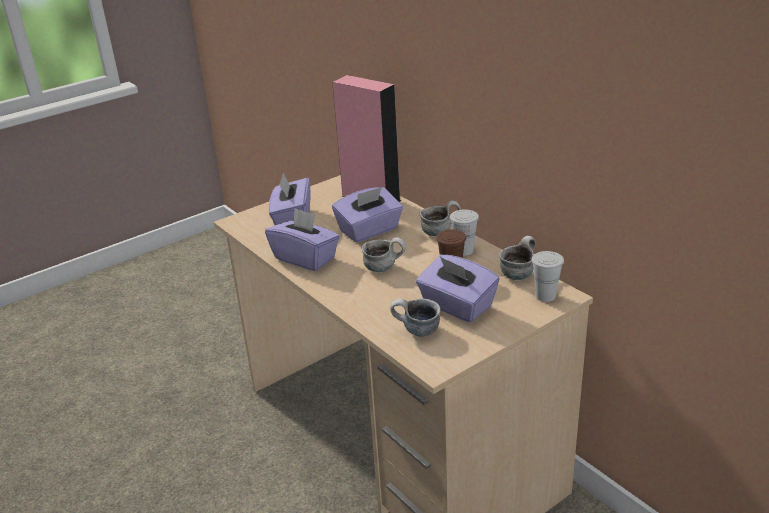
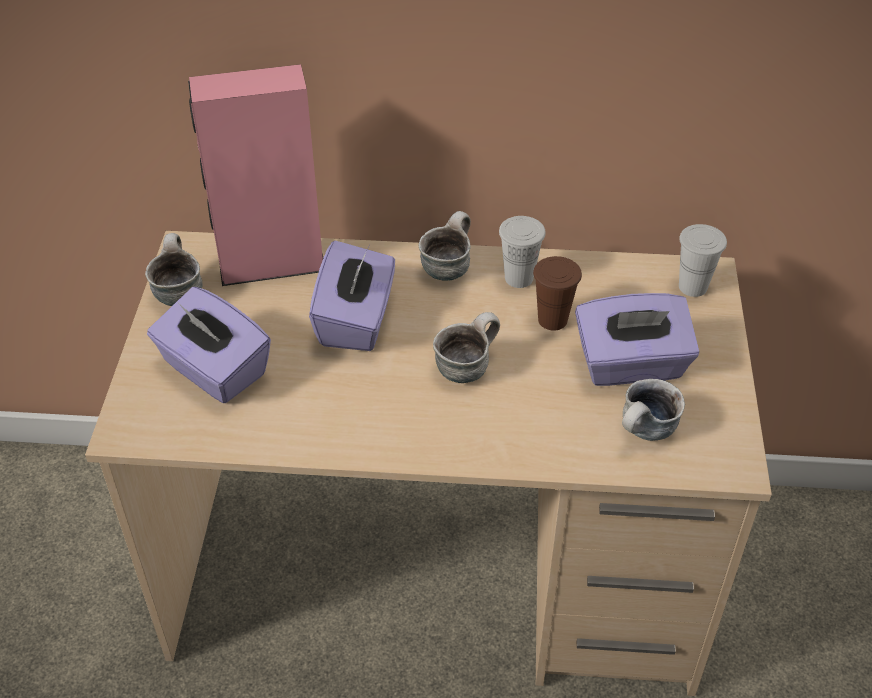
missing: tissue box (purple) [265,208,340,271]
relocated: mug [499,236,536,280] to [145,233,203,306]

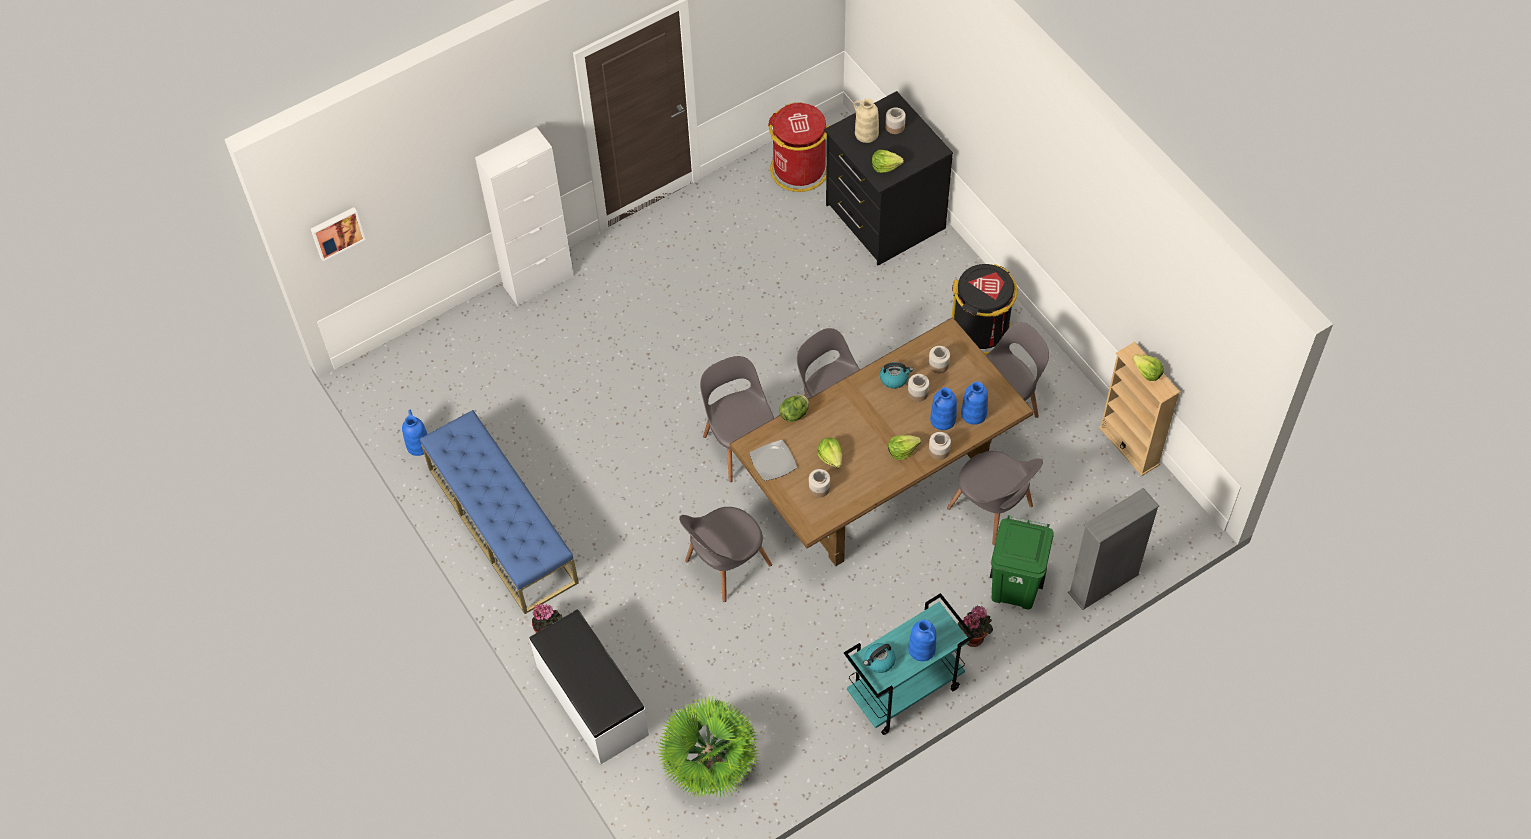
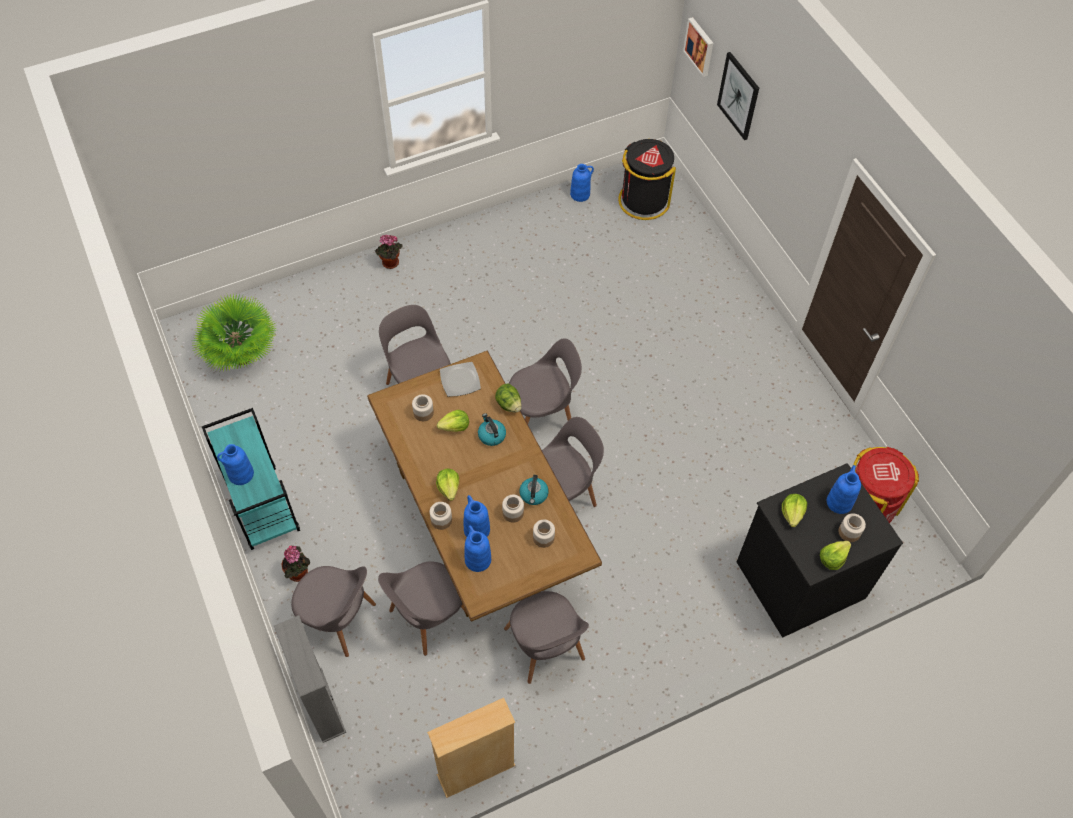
missing: cabinet (white) [475,127,574,306]; bench (blue) [420,410,579,614]; bench (white) [529,610,649,764]
appeared: picture [717,52,759,140]
relocated: trash can (black) [952,264,1017,355] to [618,139,676,220]; lettuce [1132,355,1164,381] to [820,541,851,570]; kettle [863,643,895,673] to [478,413,506,446]
exchanged: trash can (green) [990,515,1054,610] to chair (grey) [291,566,376,657]
colour: vase (beige) [853,99,879,143] to vase (blue) [827,465,861,514]

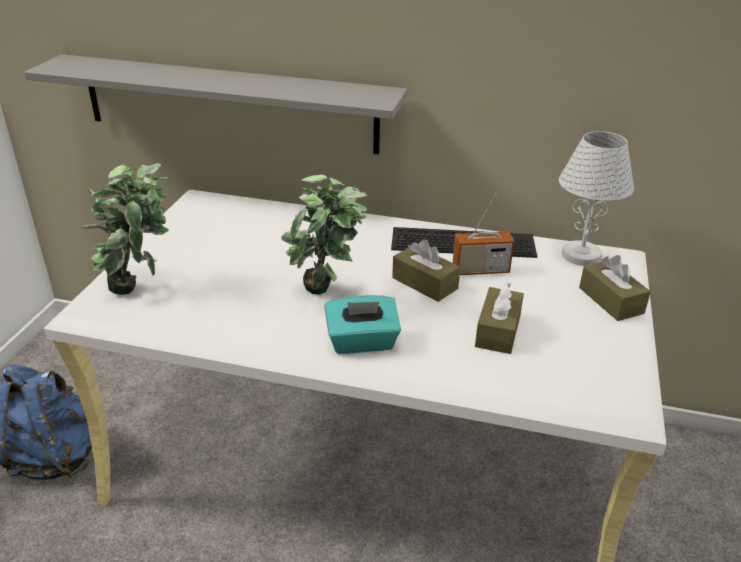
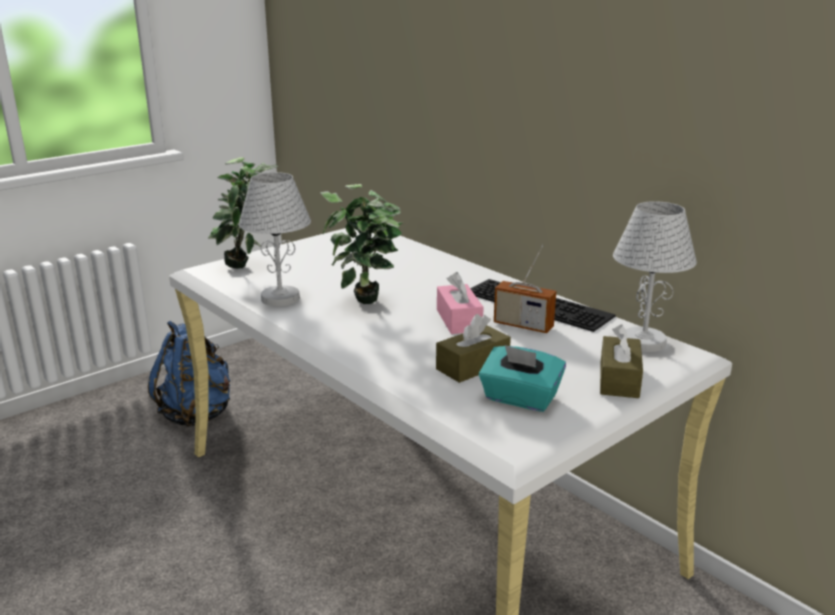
missing: shelf (grey) [24,54,407,155]
appeared: table lamp (white) [239,172,311,306]
relocated: tissue box (turquoise) [324,295,401,354] to [479,345,566,412]
colour: tissue box (brown) [392,239,460,302] to tissue box (pink) [437,272,484,334]

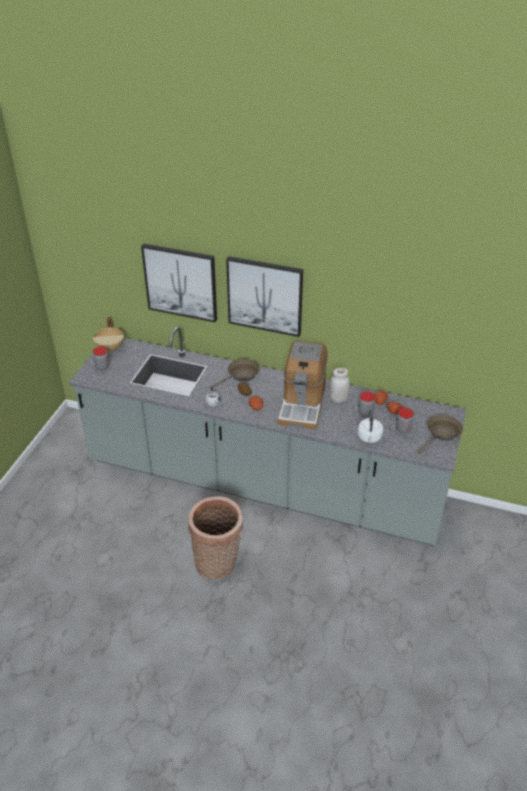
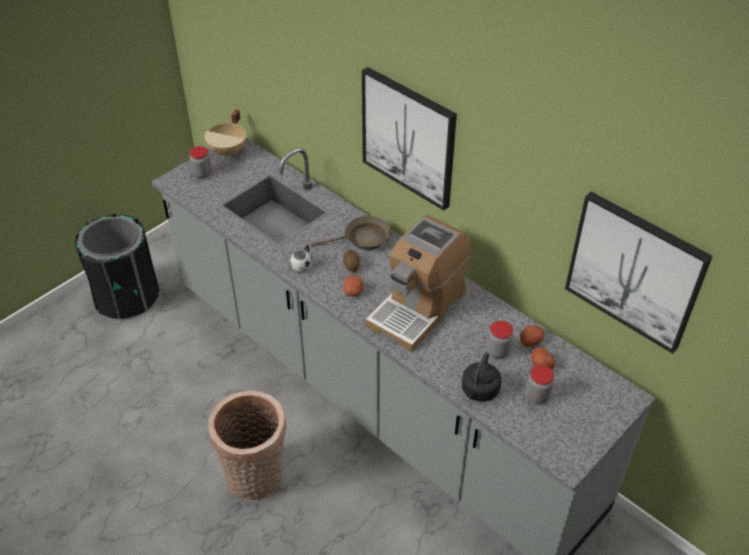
missing: jar (white) [329,368,350,403]; frying pan (brown) [418,415,463,454]
appeared: trash can (black) [74,214,160,319]
relocated: picture [141,244,217,322] to [565,192,713,354]
colour: kettle (white) [357,410,383,443] to kettle (black) [462,352,502,402]

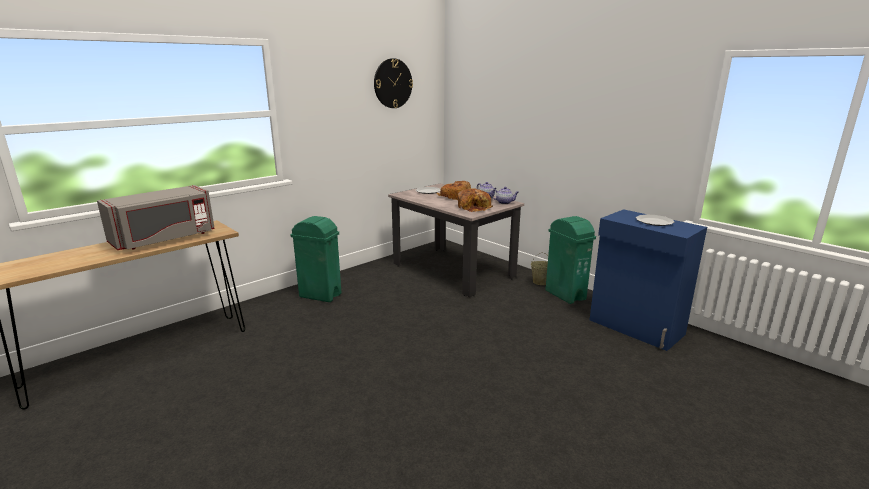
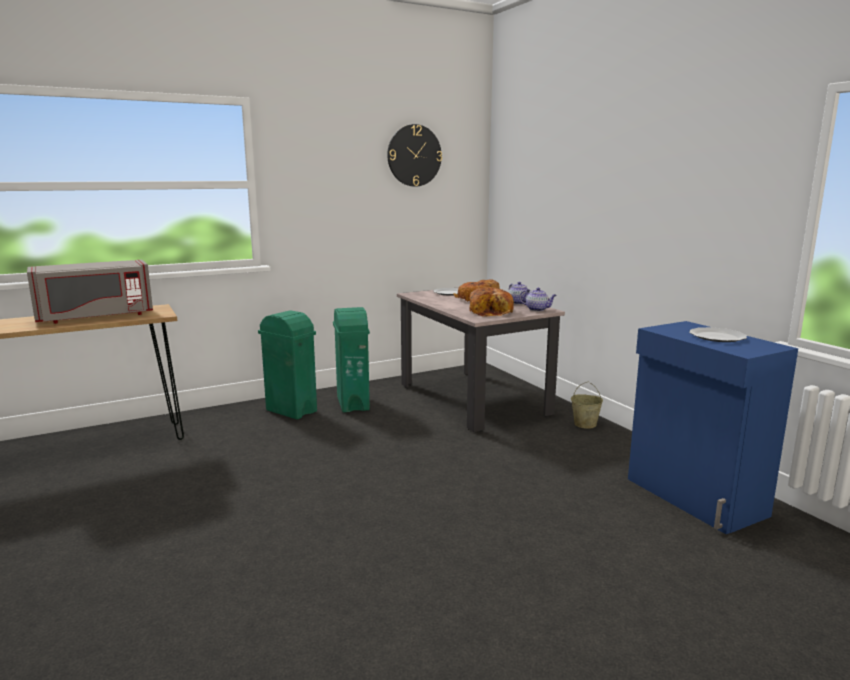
relocated: trash can (green) [546,216,596,304] to [333,307,370,412]

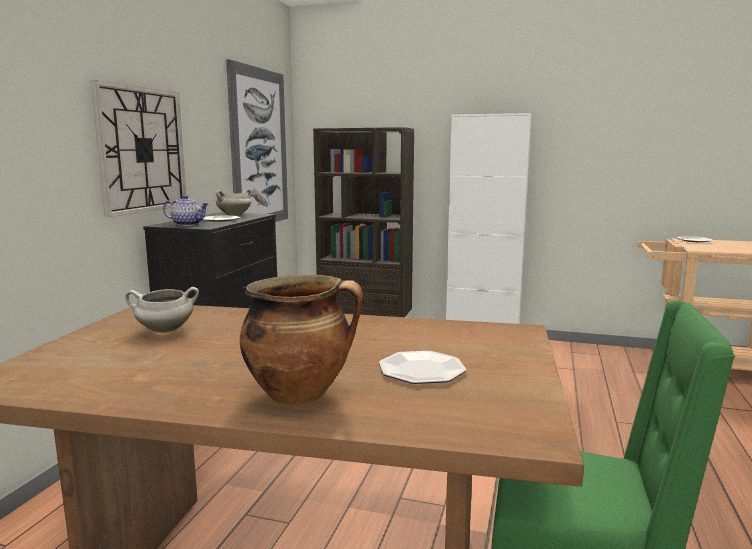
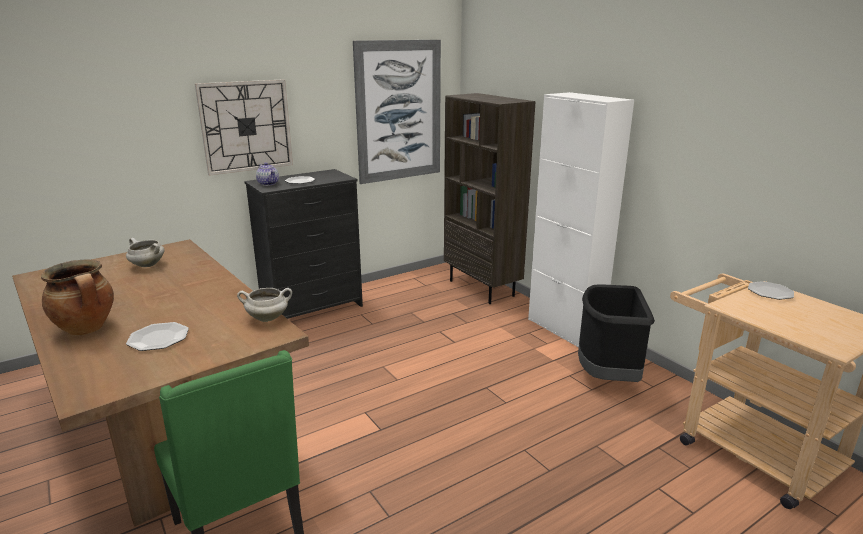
appeared: trash can (black) [578,284,655,382]
relocated: cooking pot (white) [216,189,251,216] to [237,288,292,322]

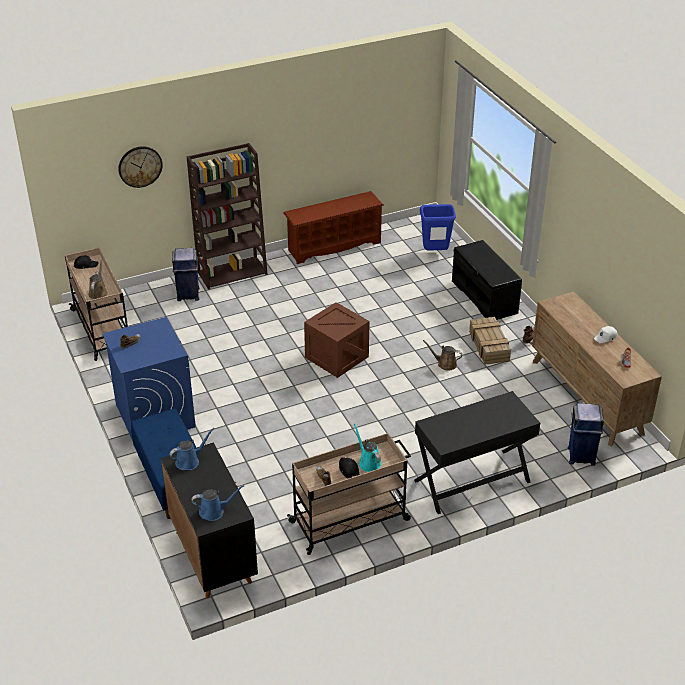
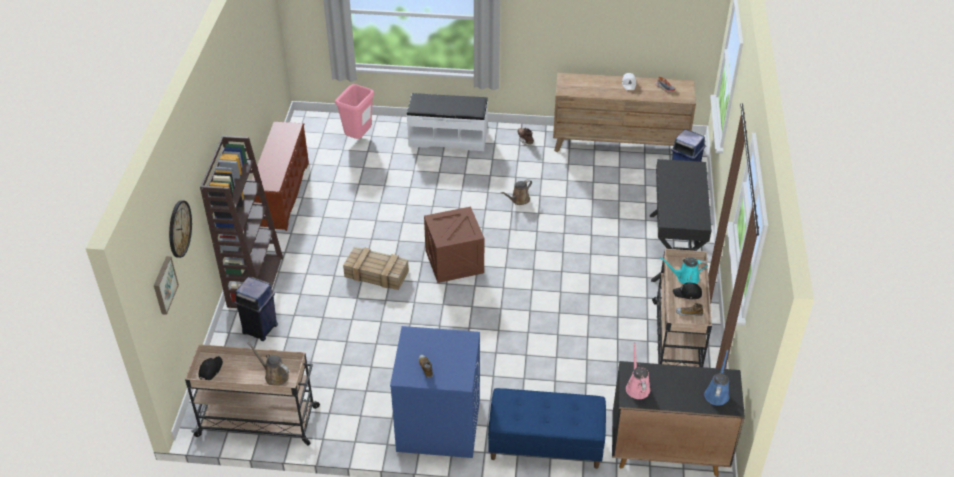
appeared: picture [154,256,179,315]
relocated: crate [469,317,511,365] to [343,247,409,290]
colour: trash can (blue) [420,204,456,251] to trash can (pink) [335,84,374,139]; bench (black) [452,240,522,320] to bench (white) [406,93,488,151]; watering can (blue) [169,428,214,470] to watering can (pink) [626,342,650,399]

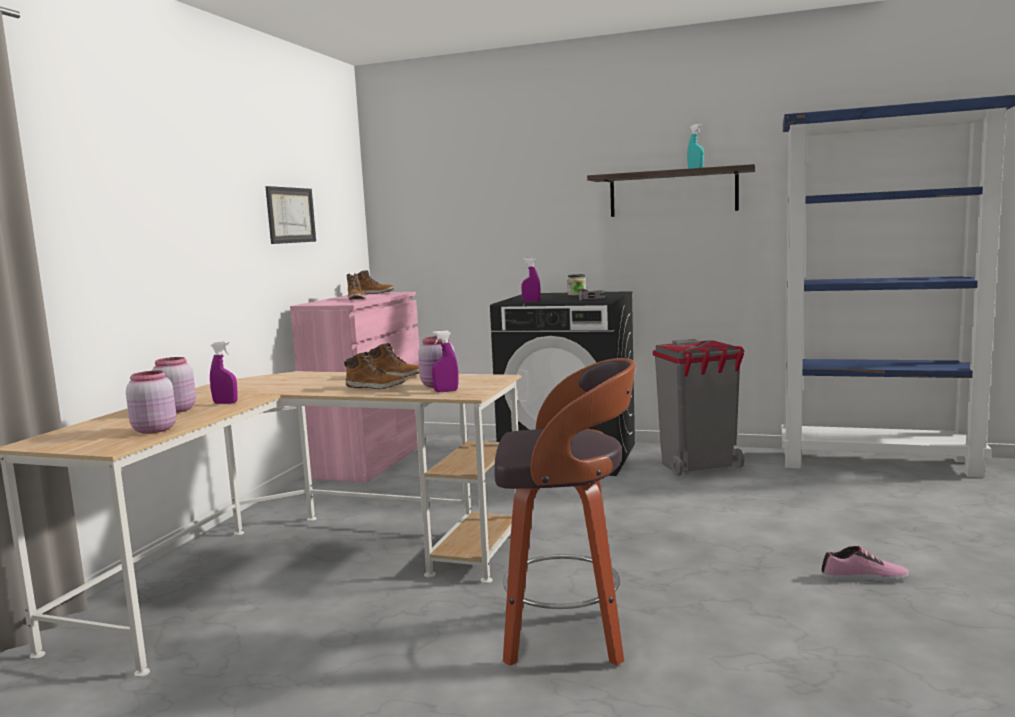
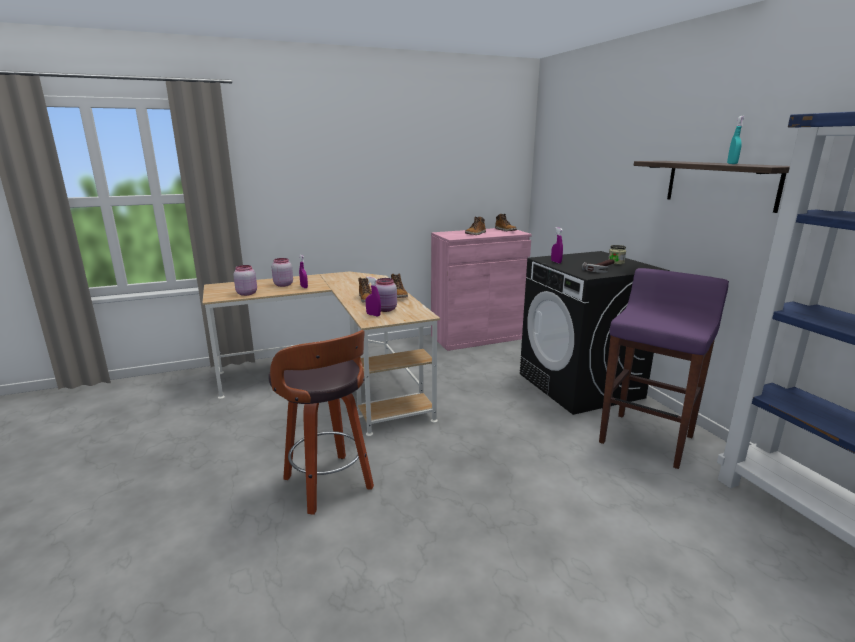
missing: picture [265,186,316,244]; shoe [821,546,909,582]
exchanged: trash can (grey) [653,339,745,476] to stool (purple) [599,268,729,469]

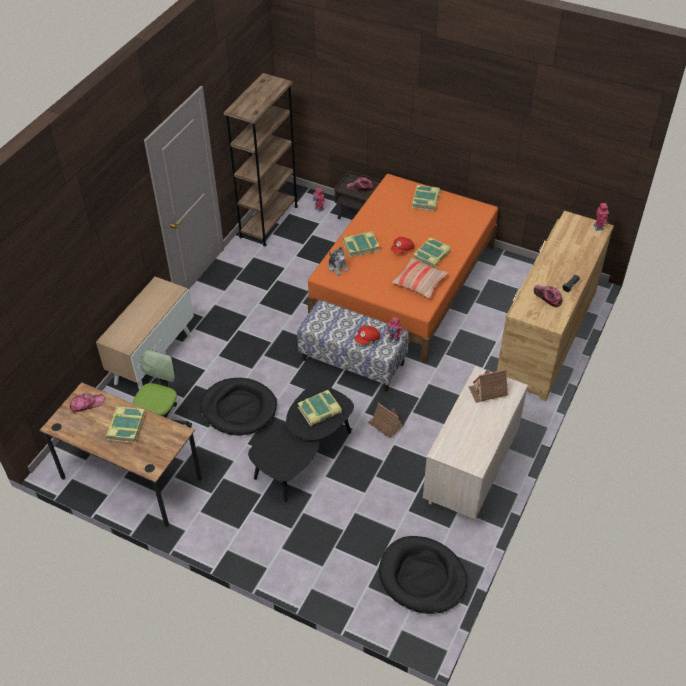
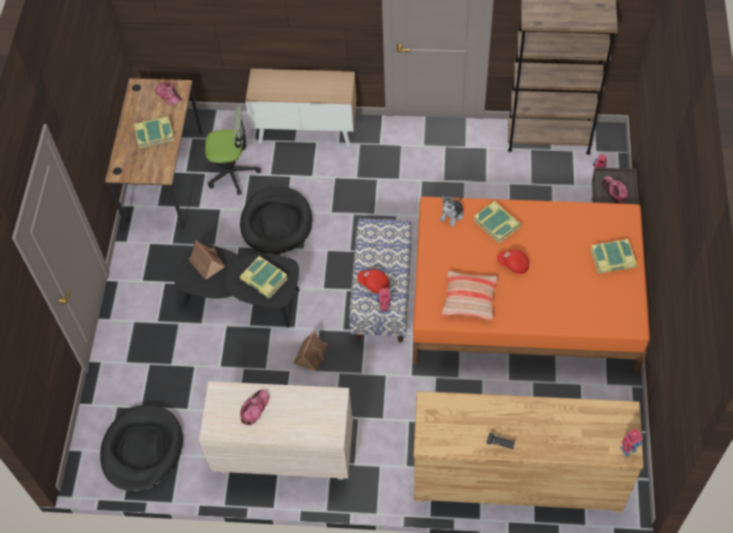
missing: book [413,237,451,268]
relocated: cap [534,285,563,308] to [240,390,269,425]; toy house [469,369,508,403] to [188,240,225,279]

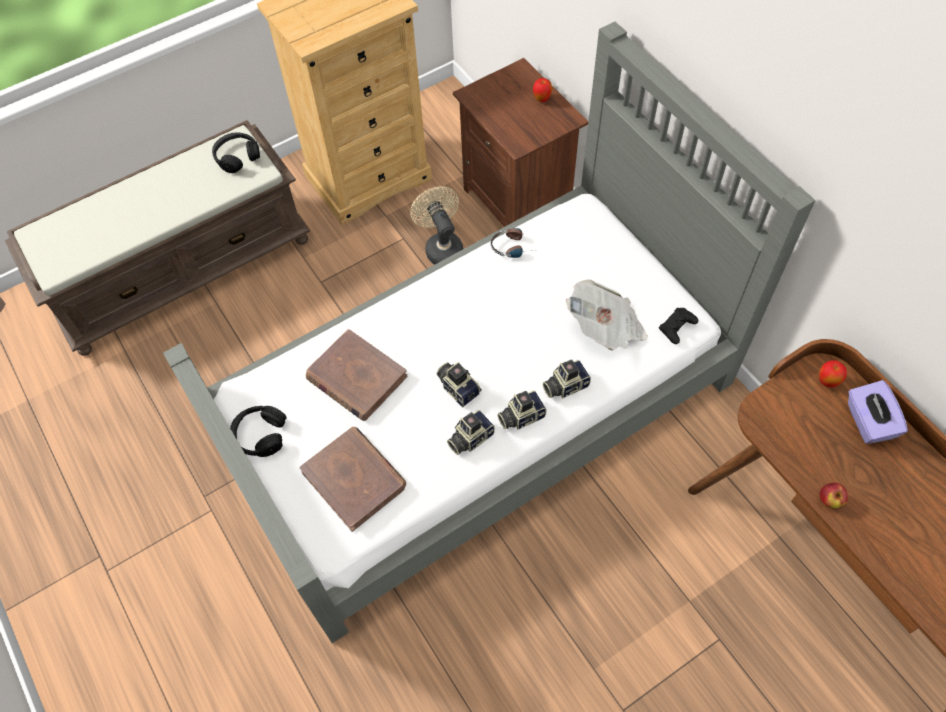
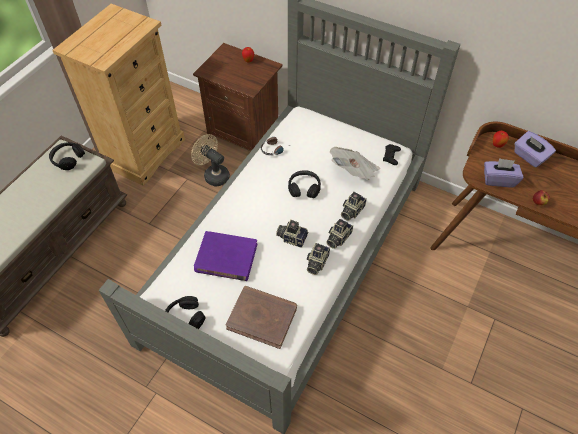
appeared: tissue box (purple) [484,158,523,187]; headphones (black) [288,170,321,198]
colour: book (brown) [306,329,408,421] to book (purple) [194,231,257,281]

